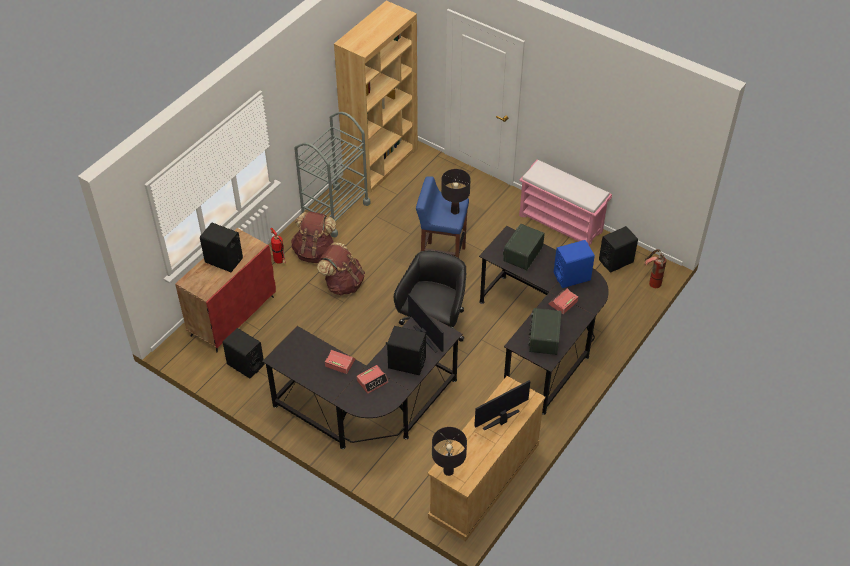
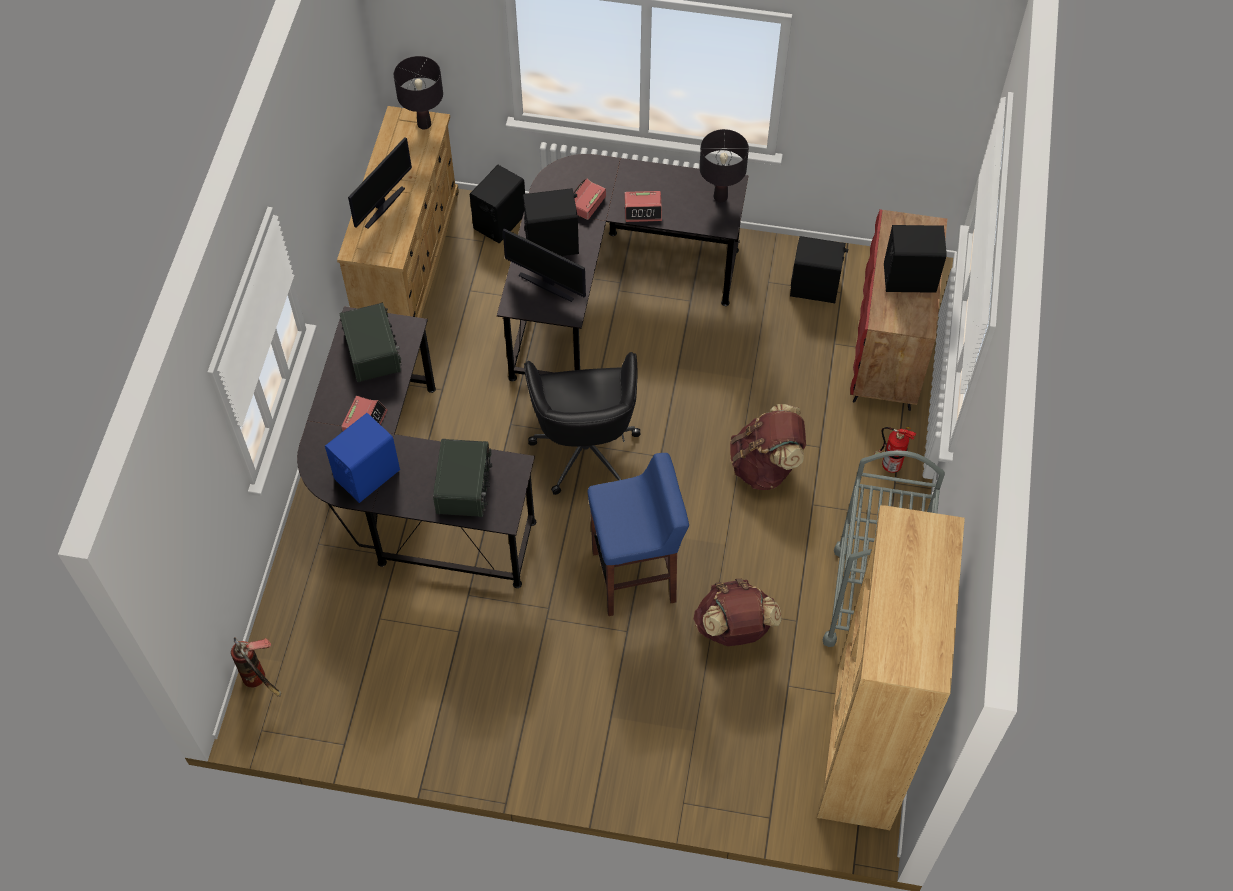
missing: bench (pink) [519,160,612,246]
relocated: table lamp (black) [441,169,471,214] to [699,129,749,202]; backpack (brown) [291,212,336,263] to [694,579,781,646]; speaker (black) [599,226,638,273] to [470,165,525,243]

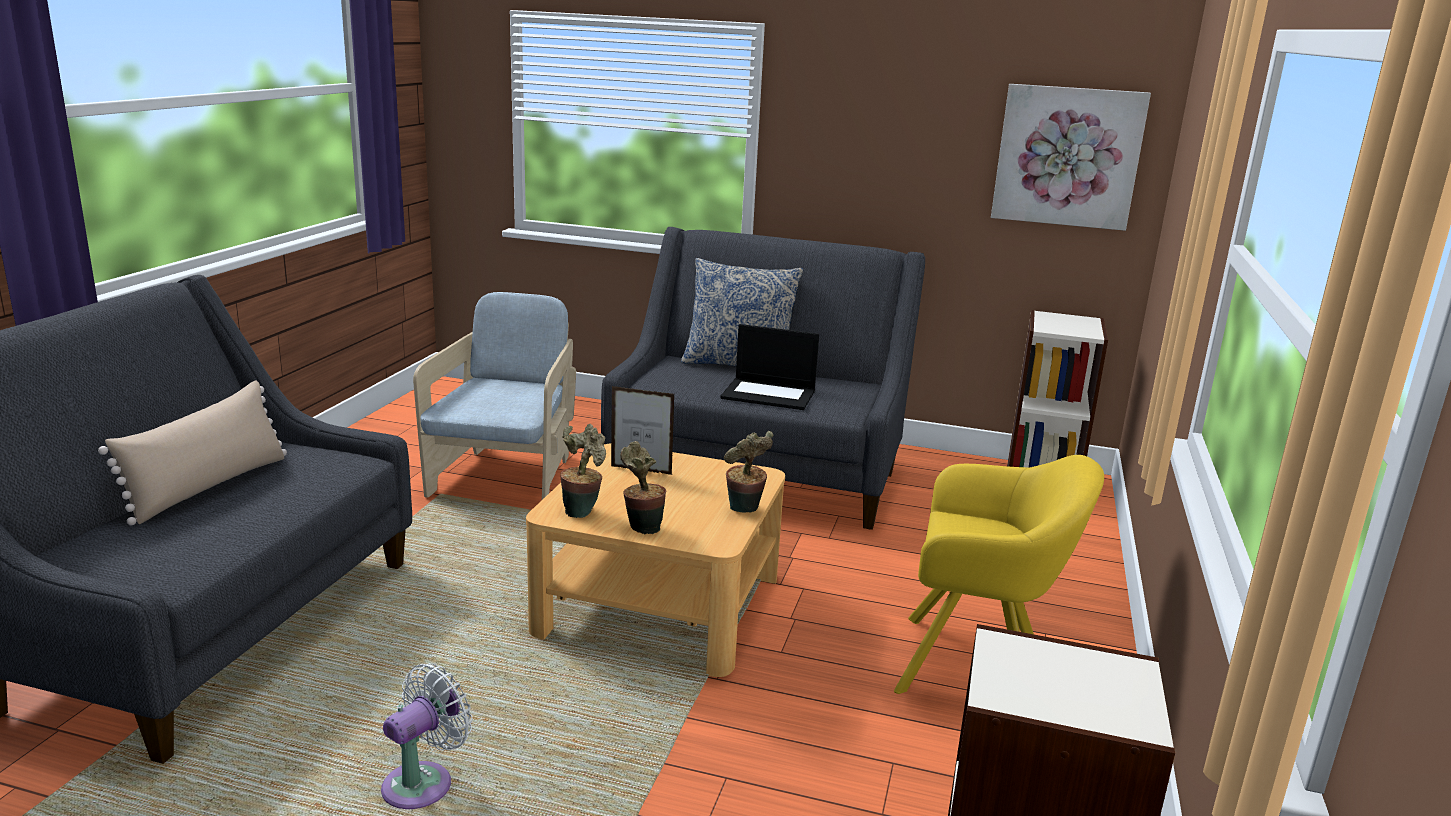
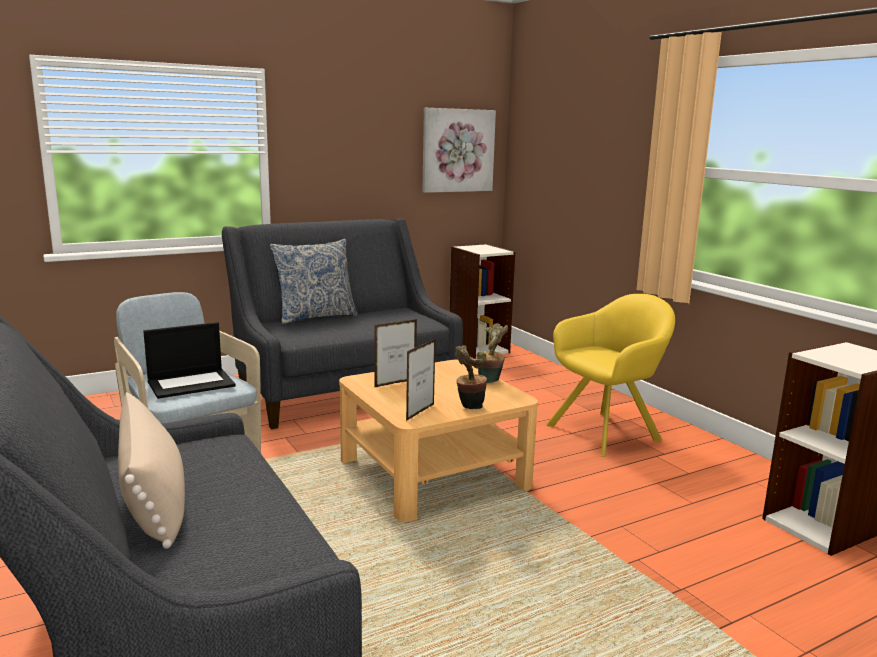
missing: fan (white) [381,663,473,809]
relocated: laptop [720,324,819,410] to [143,322,236,399]
exchanged: potted plant [560,424,606,518] to picture frame [406,338,436,421]

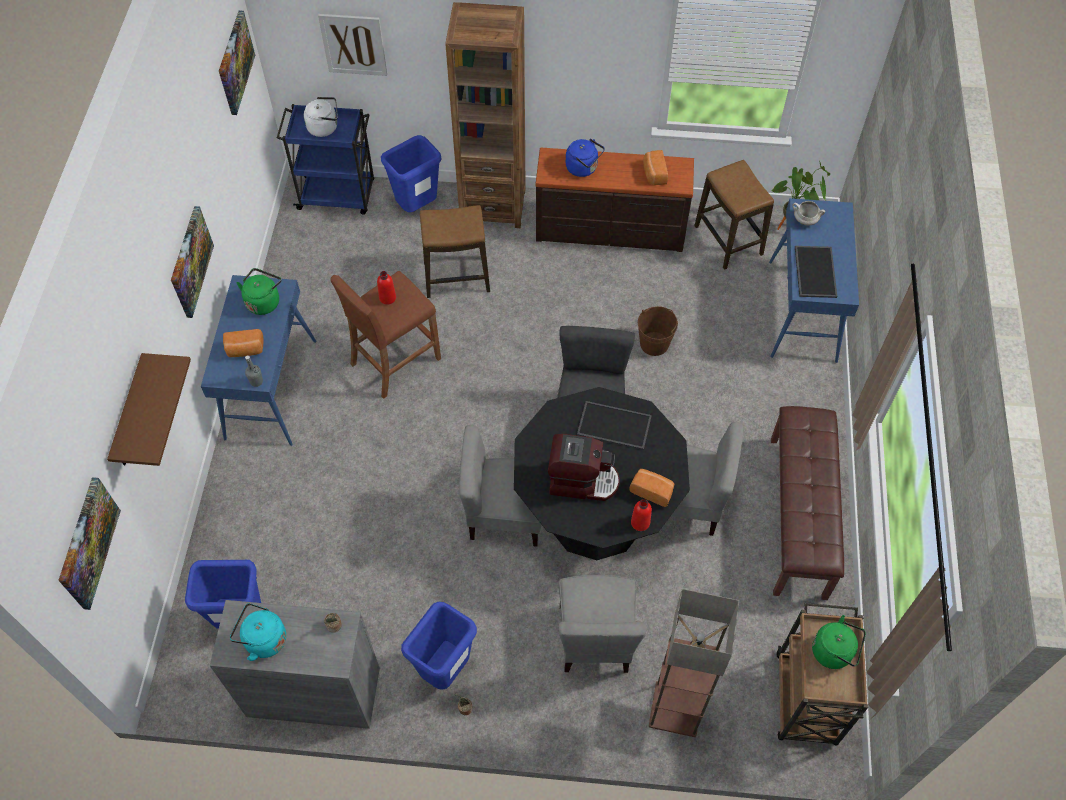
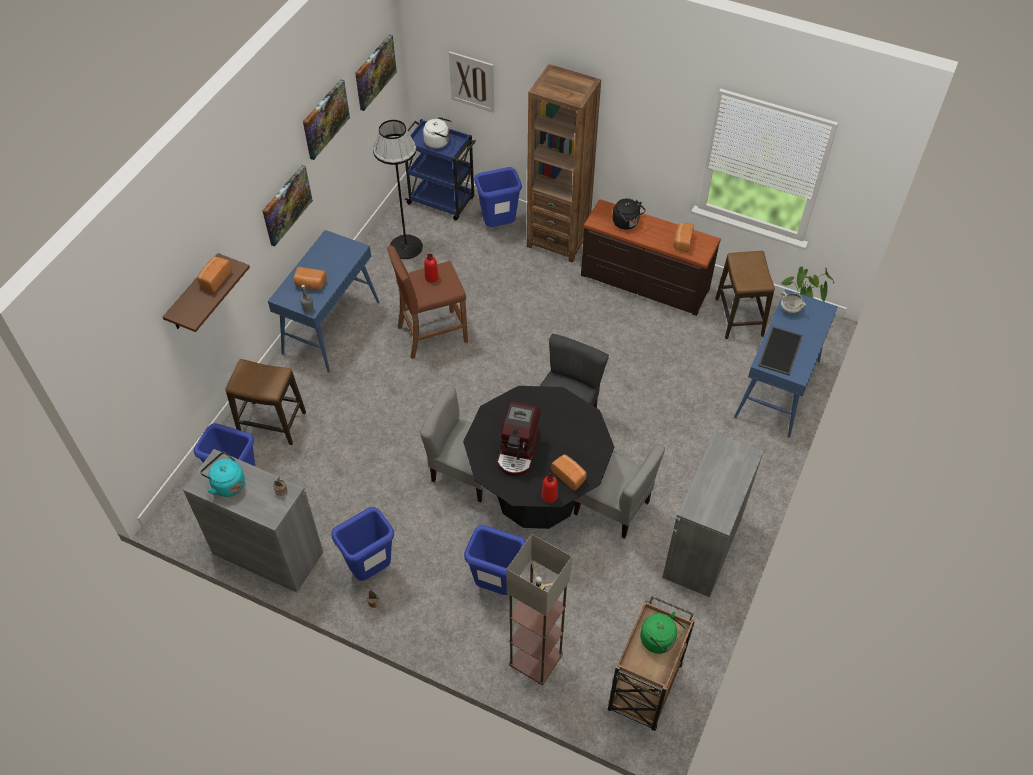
missing: kettle (green) [237,268,282,315]; bucket (brown) [638,306,678,356]; tray [577,401,652,450]
appeared: floor lamp (black) [373,120,423,259]; bread [197,257,232,292]
relocated: stool [420,205,490,298] to [225,359,306,445]; picture [58,477,121,610] to [303,79,350,160]
exchanged: bench (brown) [771,406,844,600] to cabinet (grey) [662,432,764,597]; chair (grey) [559,575,646,673] to trash can (blue) [464,525,526,595]
colour: kettle (blue) [566,139,605,177] to kettle (black) [612,199,646,230]
spun: coffee machine [548,434,620,501] = [497,401,541,476] 75 degrees clockwise

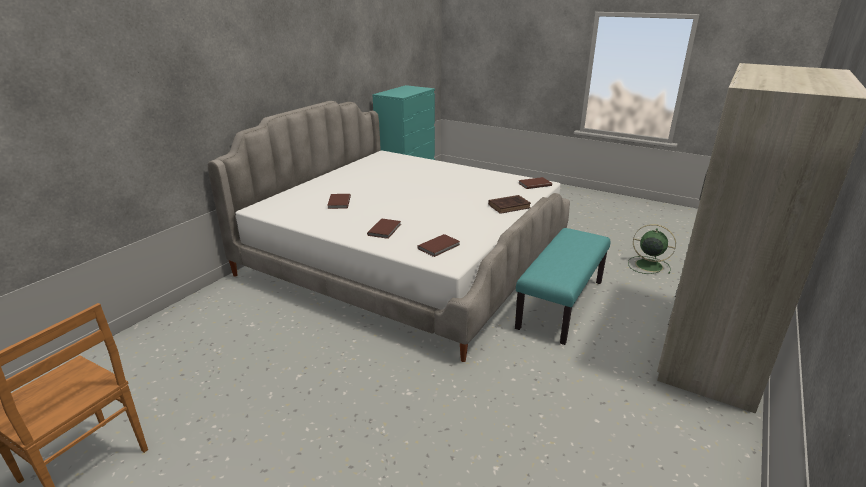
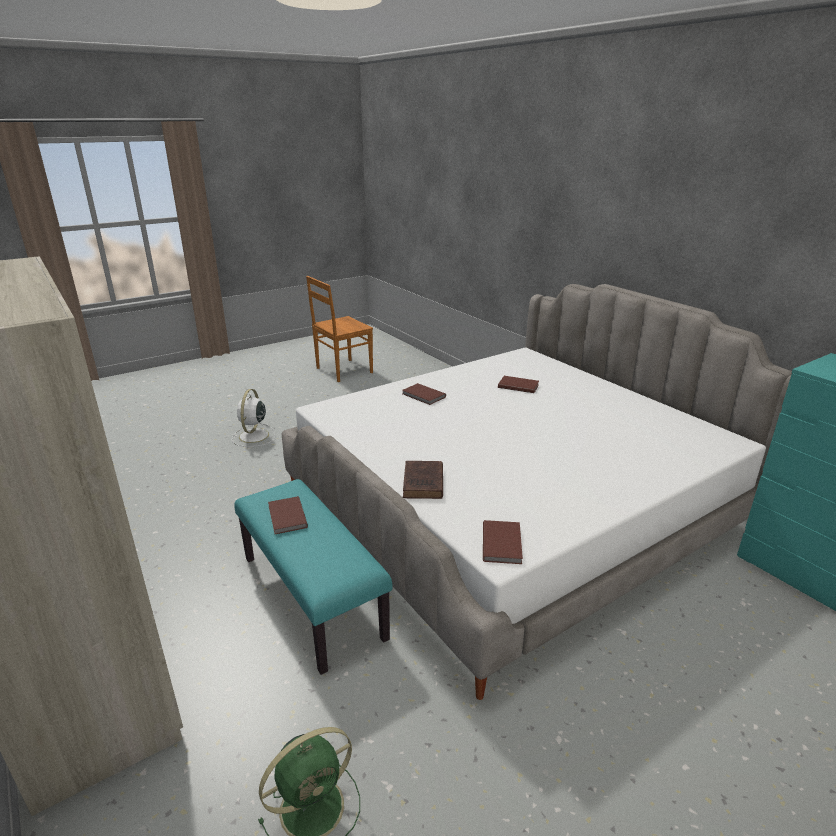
appeared: fan (white) [232,389,275,447]
relocated: book (brown) [417,234,460,257] to [268,496,308,534]

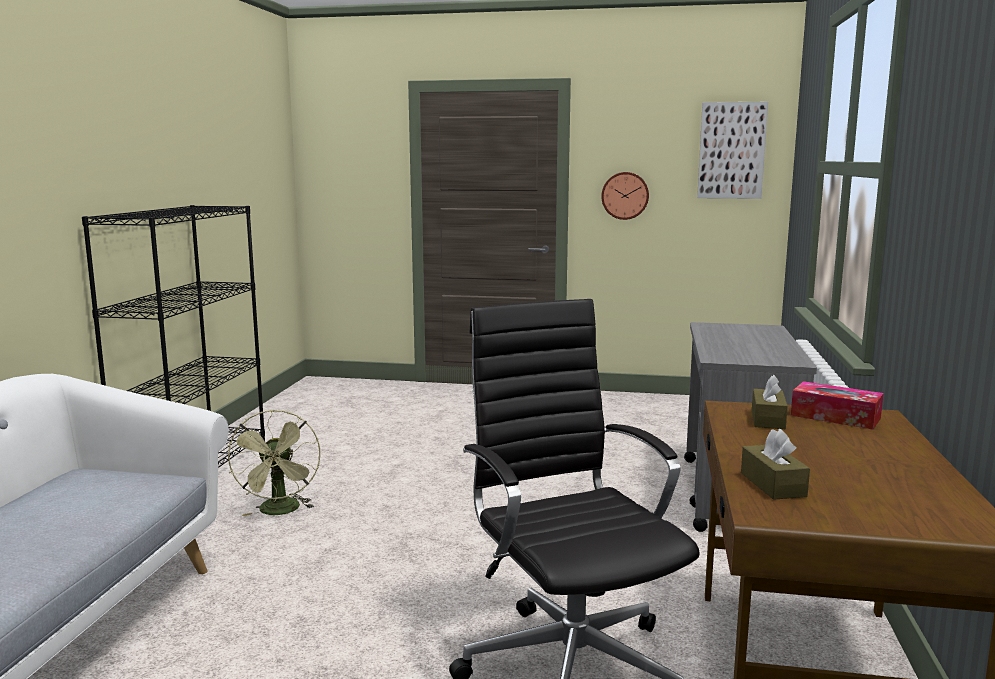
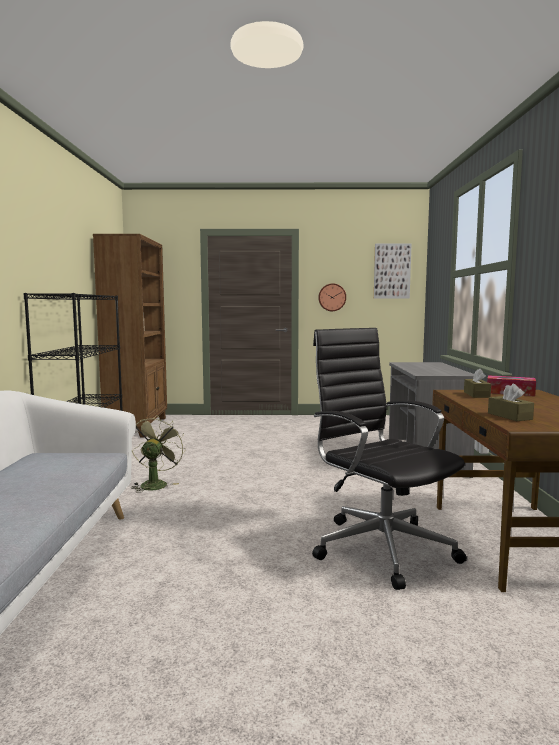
appeared: bookcase (brown) [93,234,167,438]
spun: fan (green) [228,410,321,516] = [132,415,186,493] 150 degrees counterclockwise

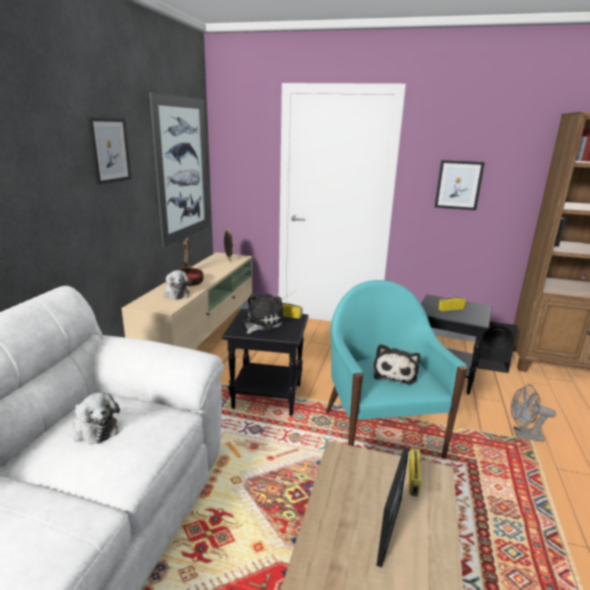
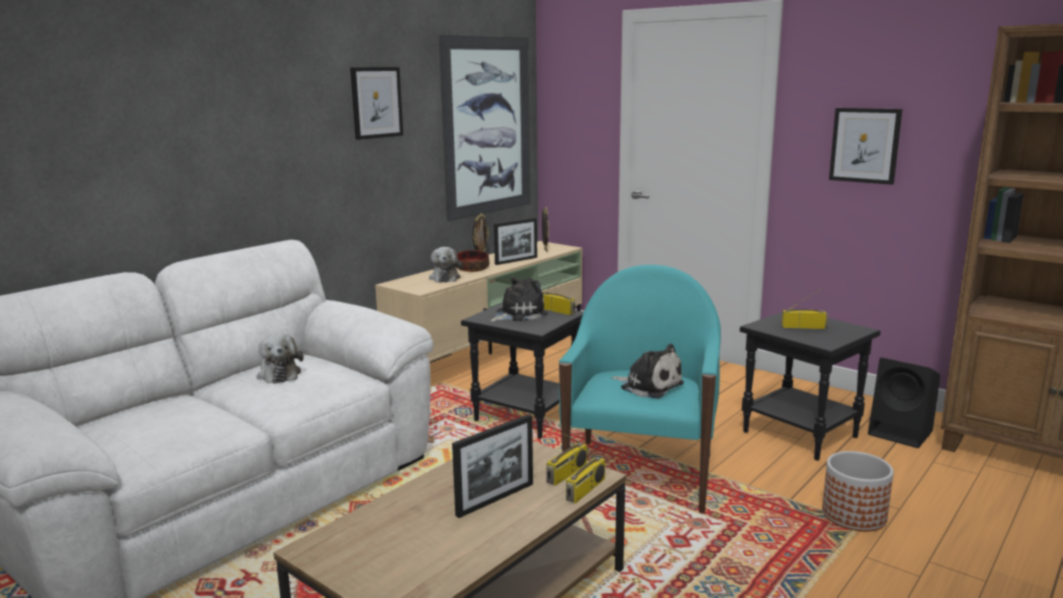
appeared: picture frame [494,218,537,265]; radio [566,443,605,504]
exchanged: fan (grey) [511,384,556,442] to planter [822,451,894,532]
spun: plush toy [373,344,420,385] = [611,344,684,398] 90 degrees counterclockwise

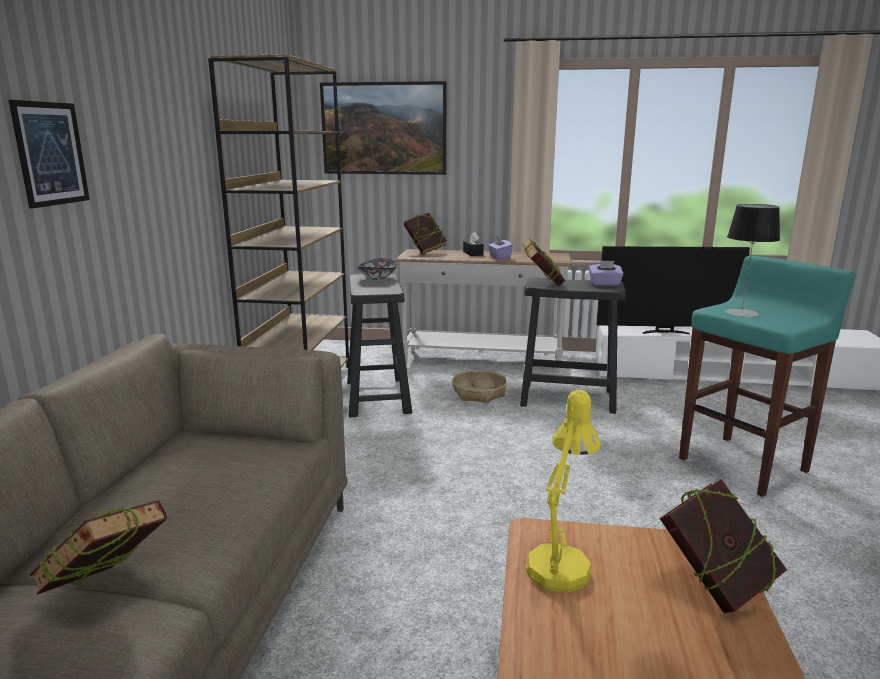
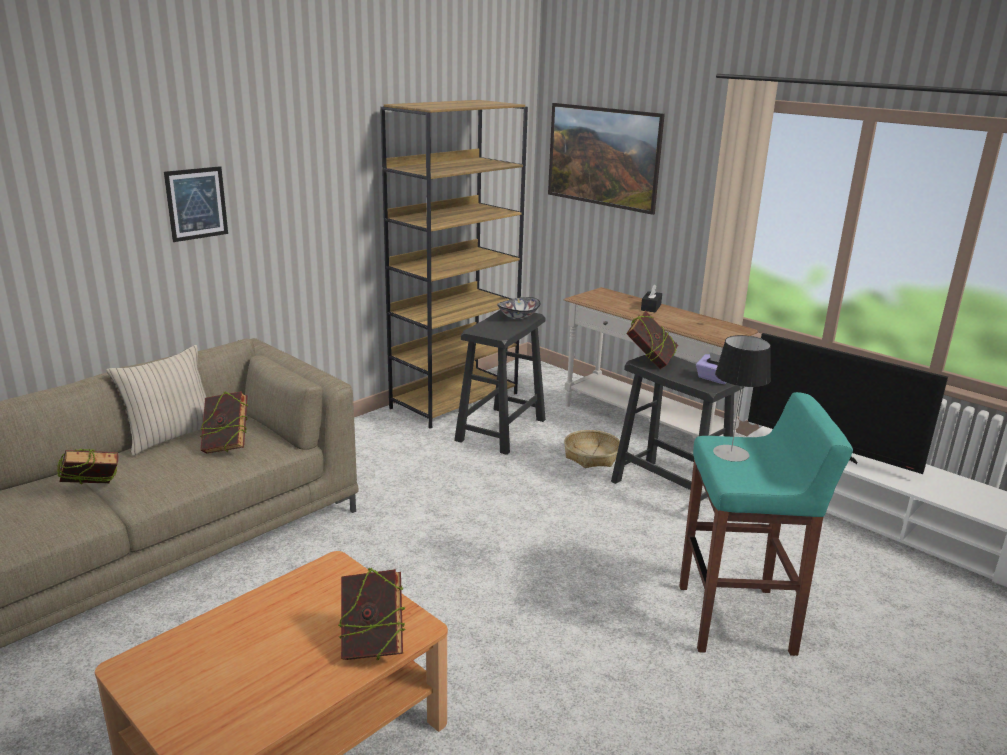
missing: tissue box (purple) [488,236,513,259]; table lamp (yellow) [526,390,601,593]
appeared: pillow (beige) [106,345,207,456]
relocated: book [404,212,447,254] to [200,391,248,453]

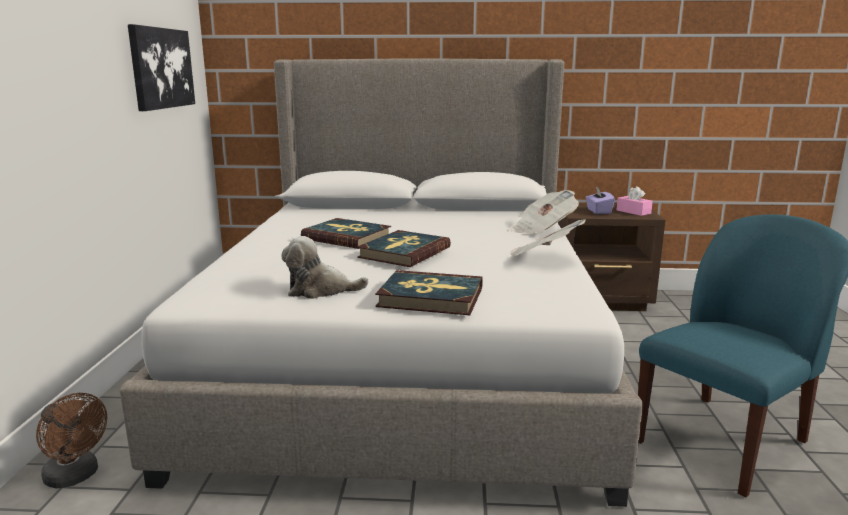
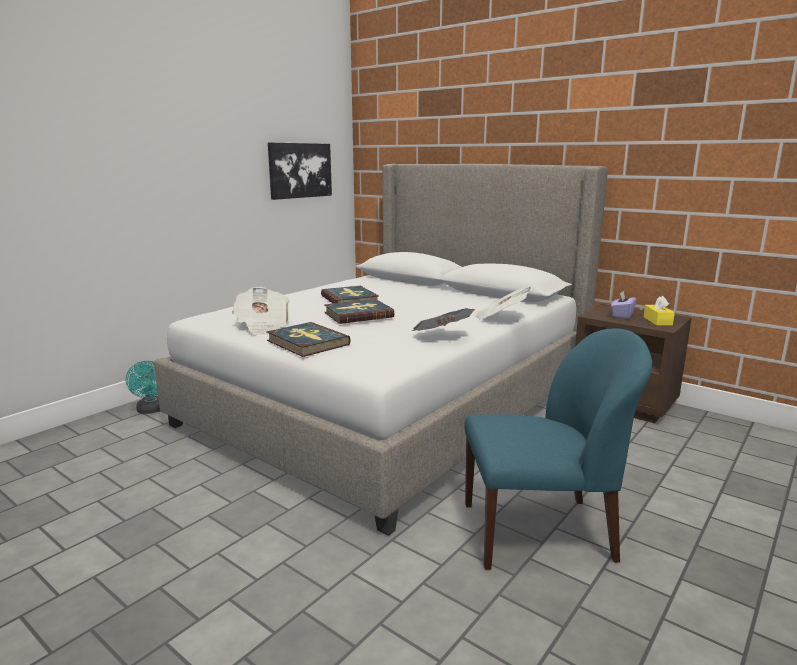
exchanged: plush toy [282,236,369,299] to newspaper [232,287,290,335]
colour: tissue box (pink) [617,186,653,216] to tissue box (yellow) [644,296,675,326]; fan (brown) [36,393,107,489] to fan (turquoise) [126,361,160,414]

